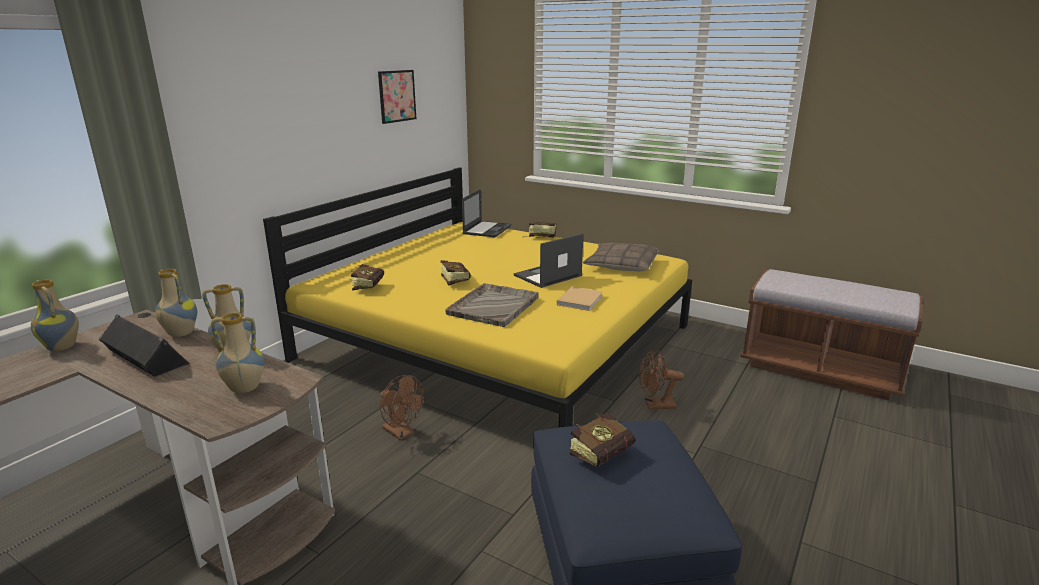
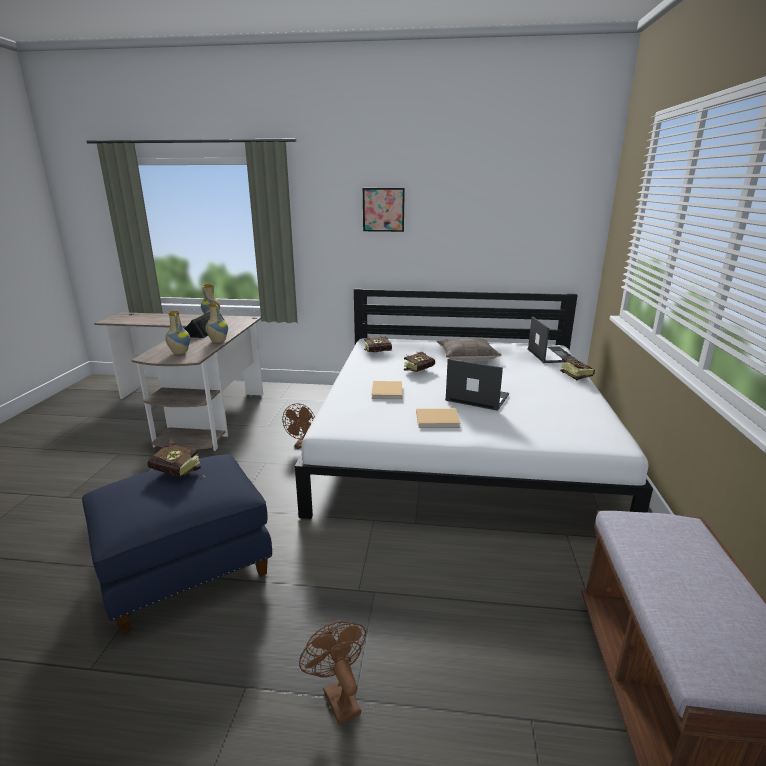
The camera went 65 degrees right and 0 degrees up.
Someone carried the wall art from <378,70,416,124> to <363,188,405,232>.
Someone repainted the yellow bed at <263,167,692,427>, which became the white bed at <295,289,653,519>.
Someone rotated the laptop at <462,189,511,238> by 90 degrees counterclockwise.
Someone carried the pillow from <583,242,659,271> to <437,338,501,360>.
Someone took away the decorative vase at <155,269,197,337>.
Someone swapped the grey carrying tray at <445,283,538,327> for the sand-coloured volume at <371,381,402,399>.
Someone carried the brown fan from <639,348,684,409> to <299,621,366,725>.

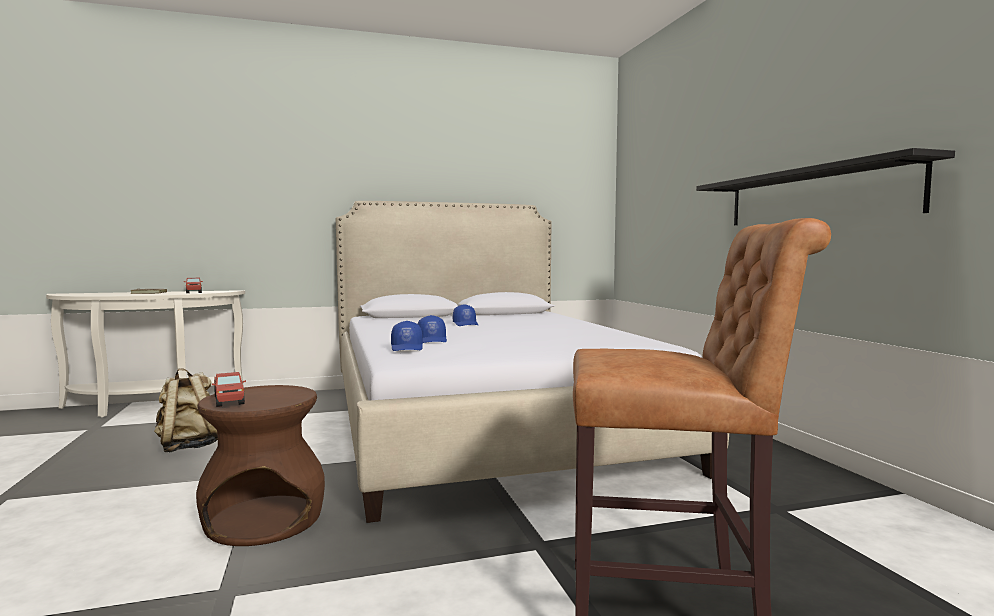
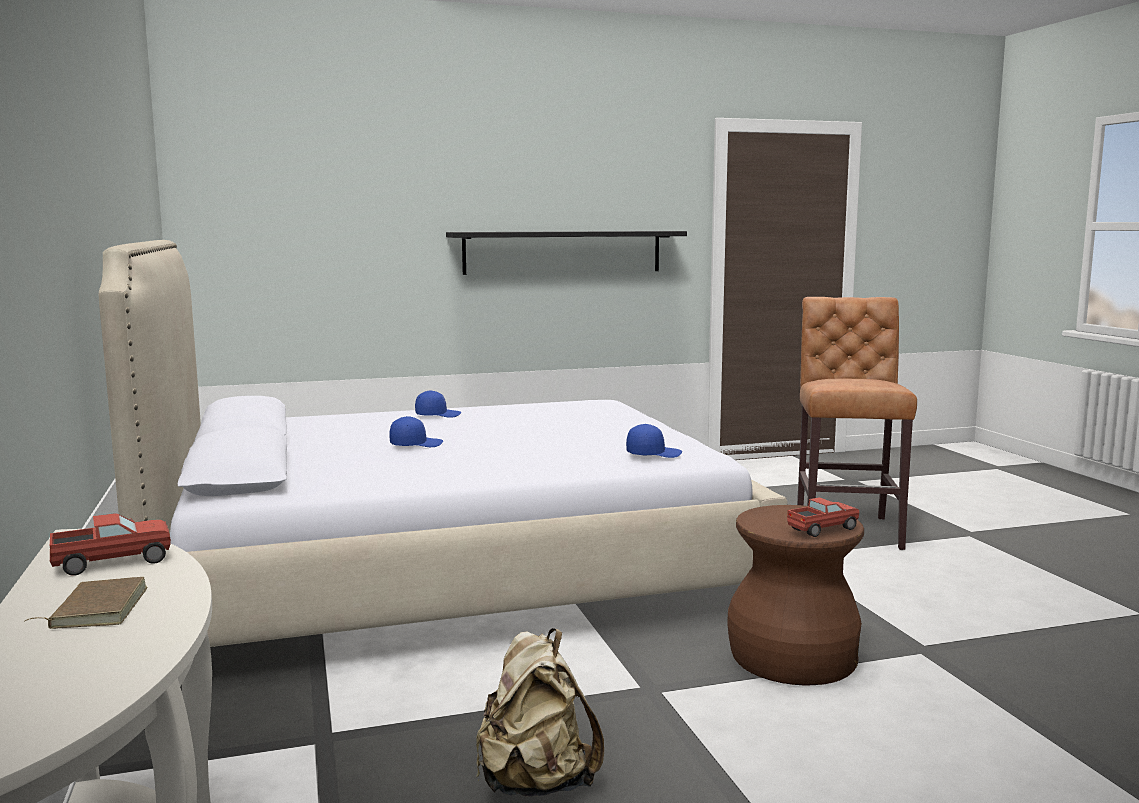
The camera went 90 degrees left and 5 degrees up.
Someone carried the blue peaked cap from <418,315,447,343> to <415,390,461,418>.

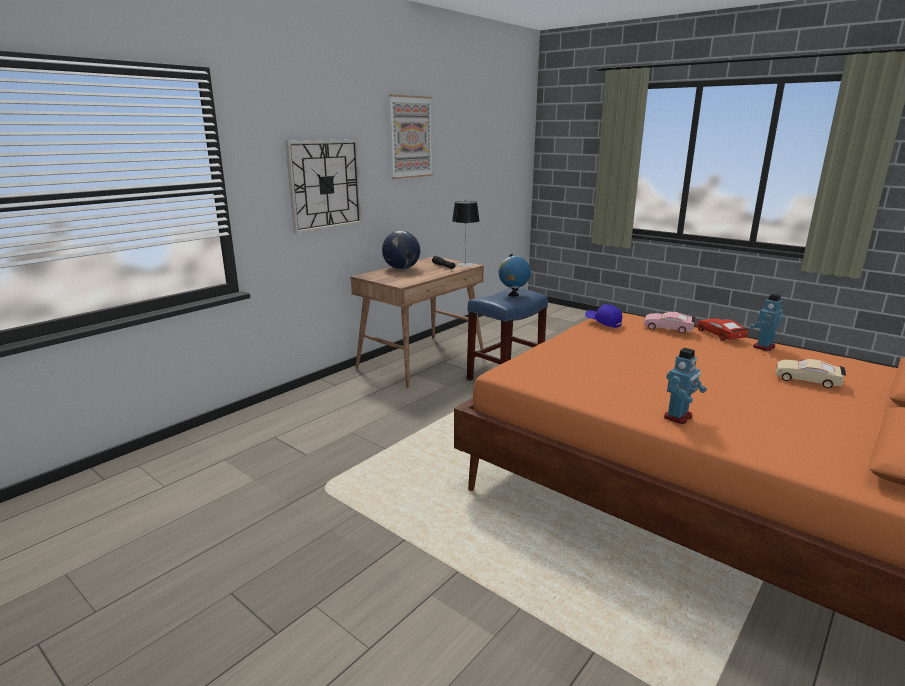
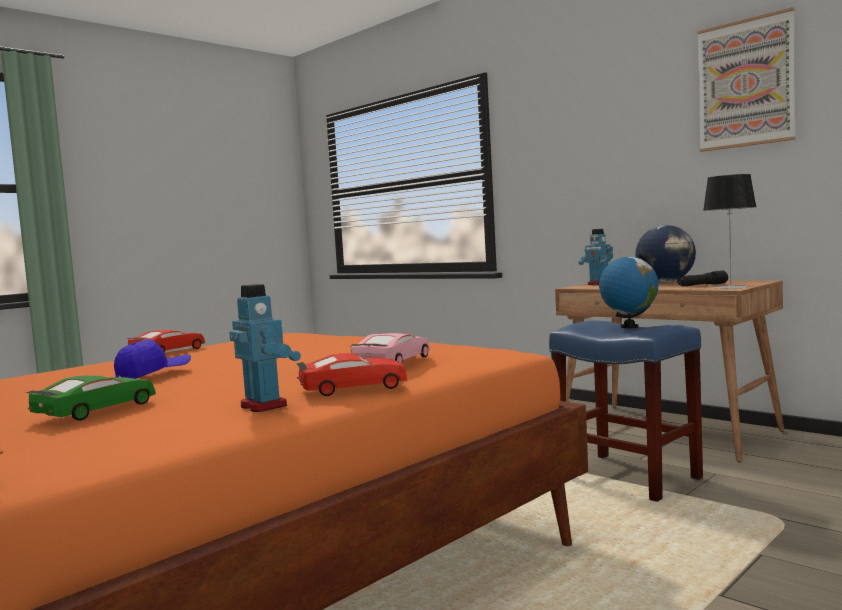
The camera went 95 degrees right and 15 degrees down.
Someone took away the clock on the wall at <285,139,362,234>.
Someone carried the blue peaked cap from <585,304,622,328> to <114,339,191,379>.
Someone carried the robot figure from <664,348,707,424> to <578,229,613,285>.
Someone repainted the sand-coloured miniature car at <776,359,846,388>, which became the greenish miniature car at <26,375,156,421>.
Someone put down the red-coloured miniature car at <127,330,205,353>.

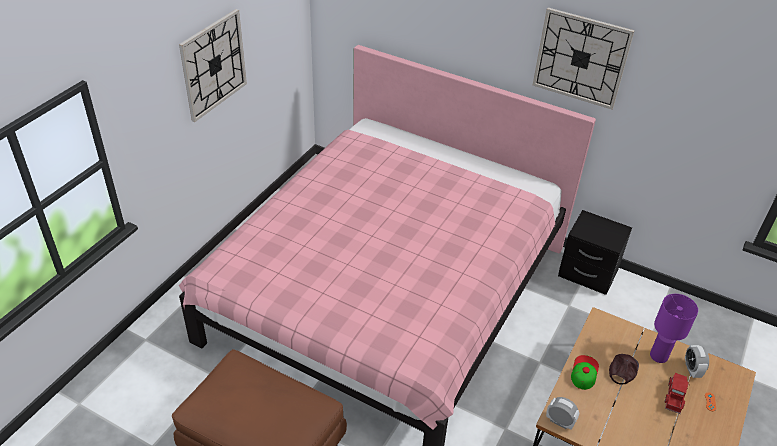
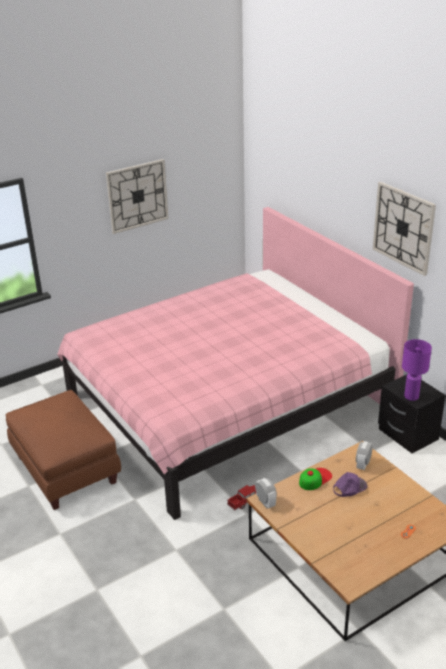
The camera went 30 degrees right and 10 degrees down.
Someone carried the purple tabletop lamp from <650,294,698,363> to <402,339,432,401>.
Someone carried the table clock from <685,345,709,378> to <356,441,373,470>.
Someone repainted the brown peaked cap at <609,354,639,385>, which became the purple peaked cap at <333,472,367,497>.
Someone carried the model truck from <664,373,690,414> to <227,485,256,510>.

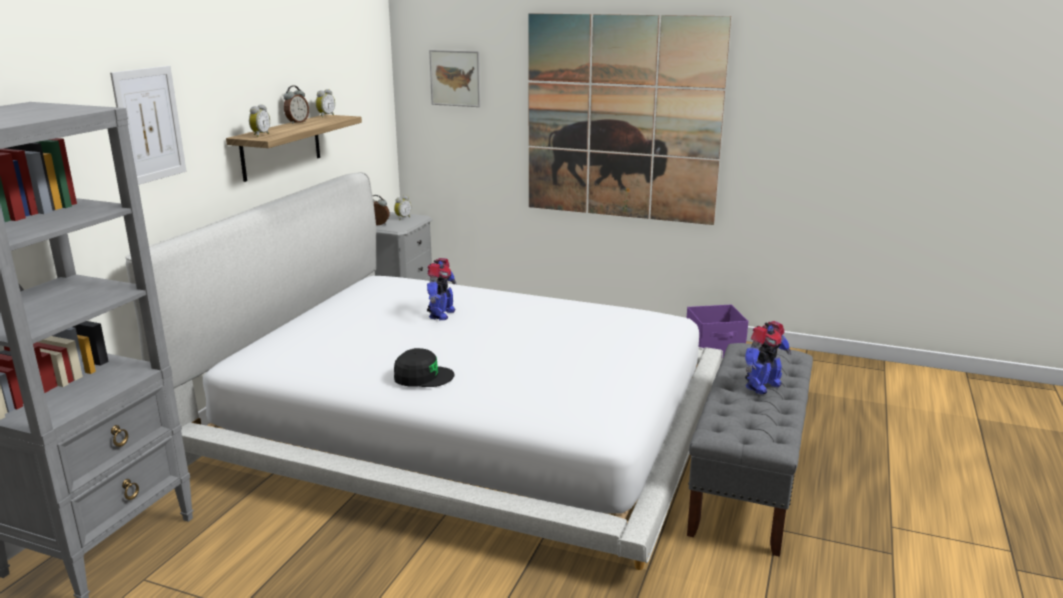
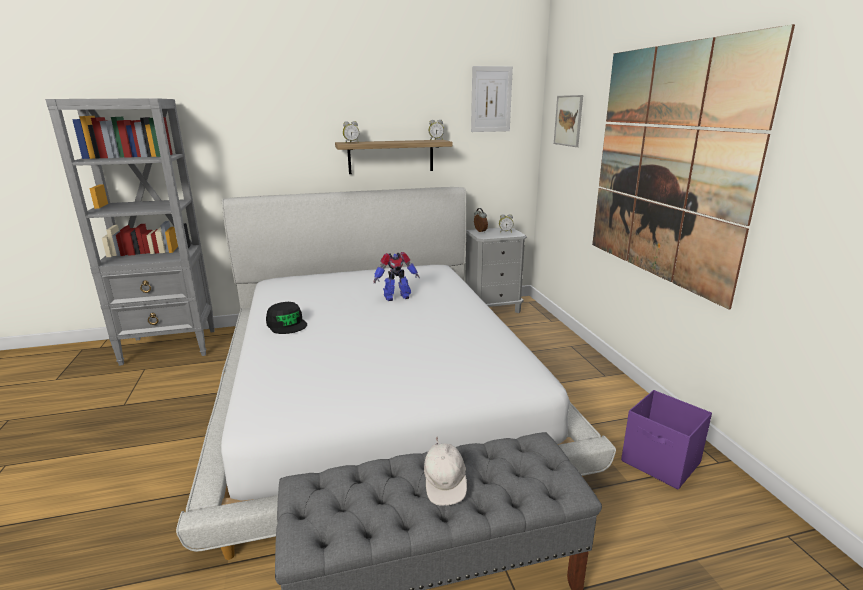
The camera went 55 degrees right and 0 degrees up.
Someone carried the wall art from <110,66,187,185> to <471,66,513,132>.
Someone took away the table clock at <283,86,309,124>.
Someone swapped the robot figure at <745,321,791,395> for the white peaked cap at <424,437,467,506>.

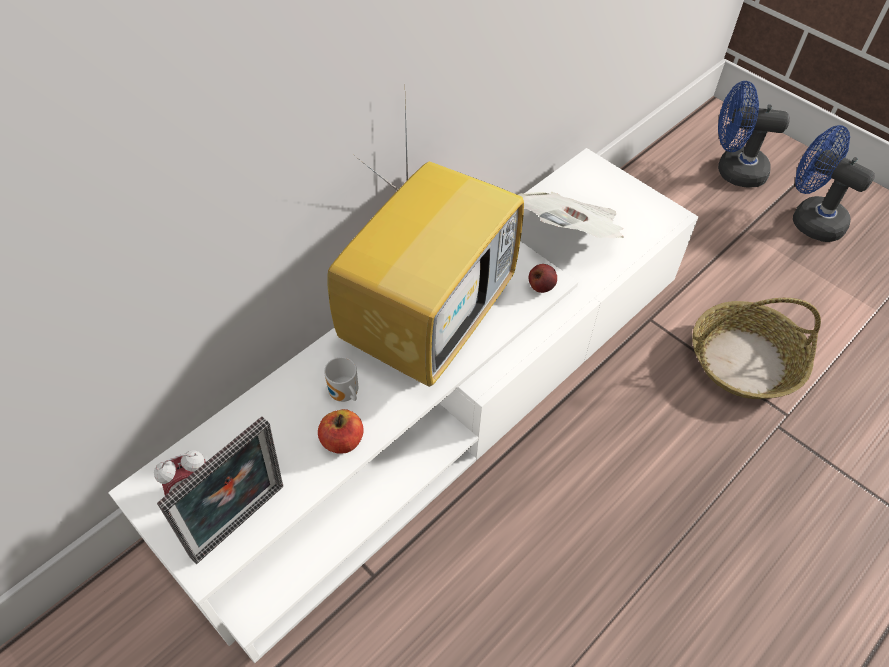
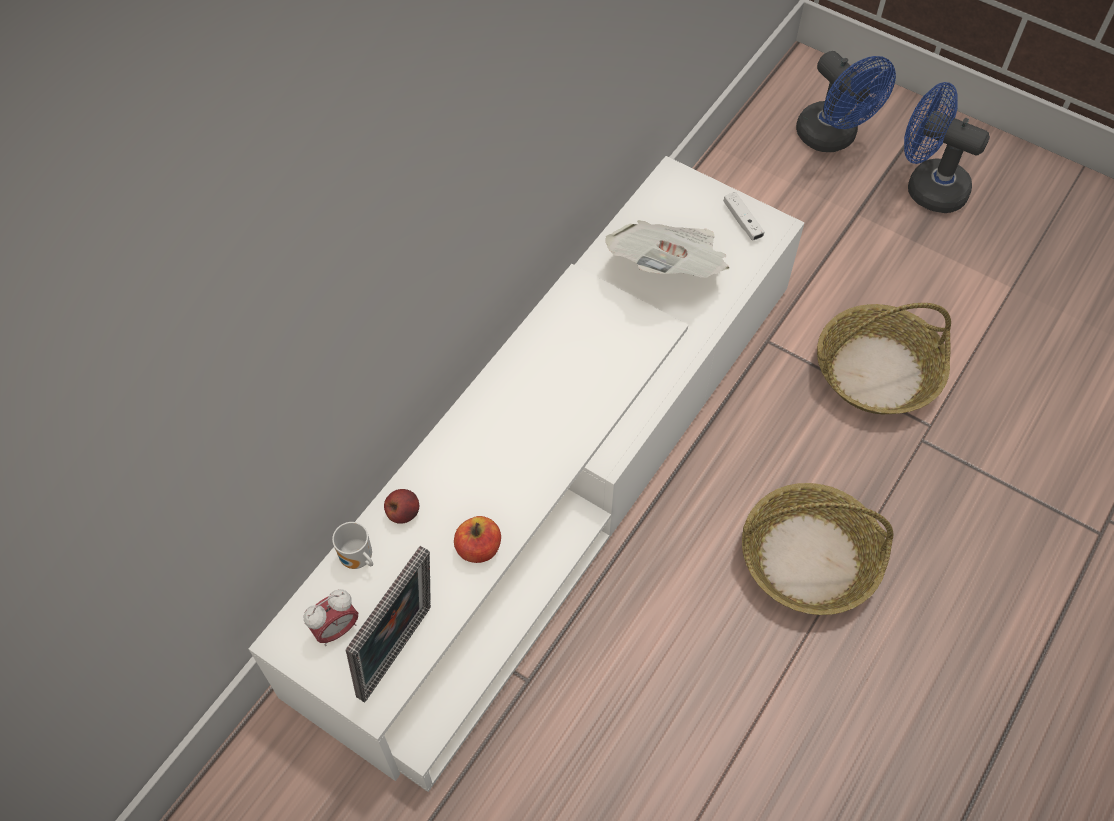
The camera went 10 degrees left and 5 degrees up.
Someone rotated the blue fan at <718,81,790,188> by 120 degrees counterclockwise.
Someone took away the TV set at <327,98,524,387>.
Someone carried the apple from <529,264,557,293> to <384,489,419,524>.
Someone carried the coffee mug from <324,357,358,402> to <332,522,373,569>.
Someone put down the white game controller at <724,192,764,240>.
Someone put down the storage basket at <742,483,893,615>.

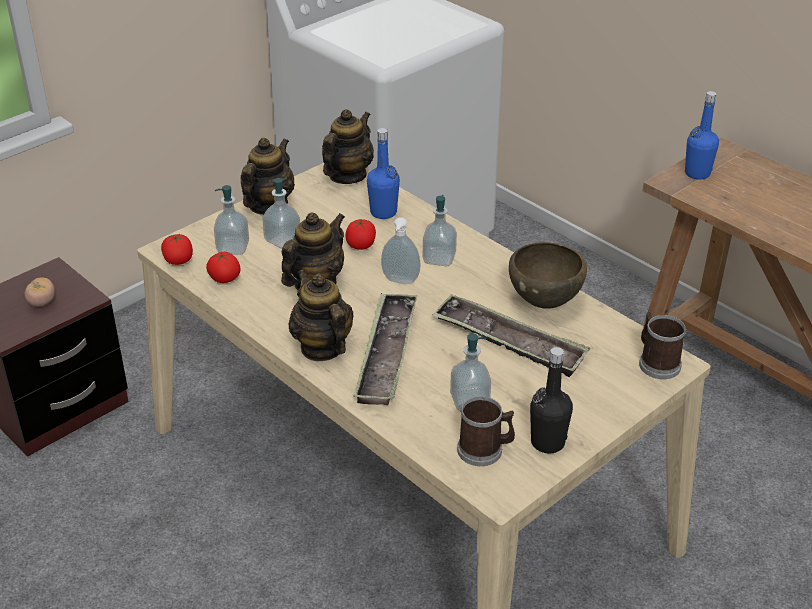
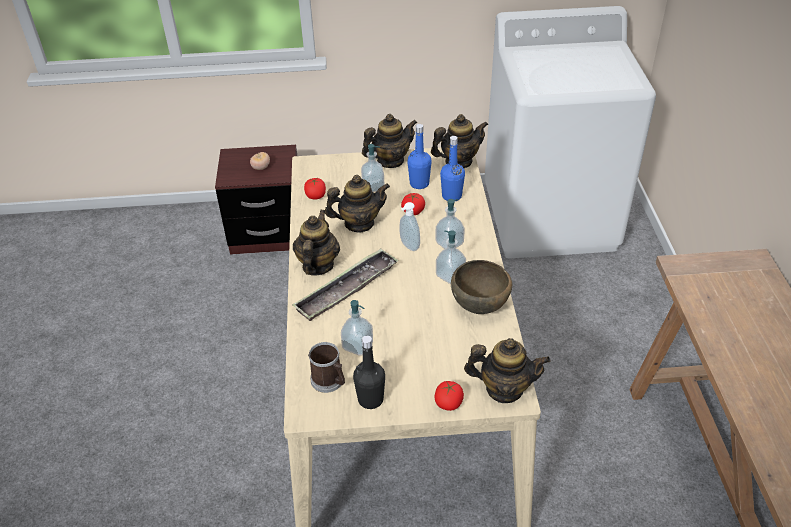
The camera went 40 degrees right and 5 degrees up.
Someone carried the blue beverage bottle from <685,91,719,180> to <407,124,432,189>.
Someone carried the liquid soap bottle from <214,185,249,255> to <436,230,466,284>.
Someone carried the fresh tomato from <161,234,193,265> to <434,381,464,411>.
Someone took away the carrying tray at <432,294,590,377>.
Someone swapped the coffee mug at <639,312,686,379> for the pot for tea at <464,338,551,403>.

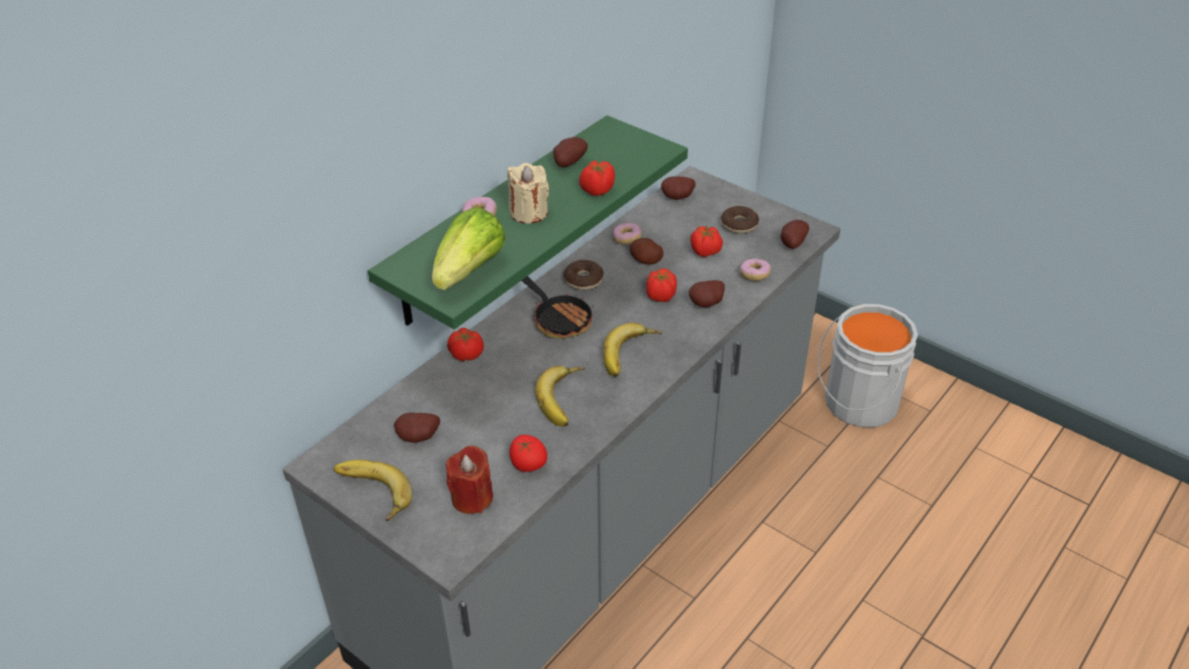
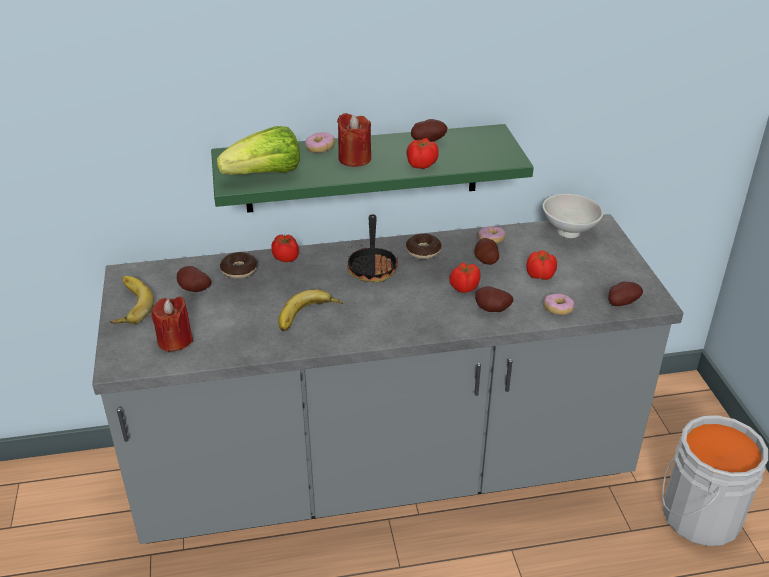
The camera went 40 degrees right and 5 degrees down.
Someone repainted the sand-coloured wax light at <507,163,549,224>, which became the red-coloured wax light at <337,113,371,167>.
Someone swapped the spud at <661,176,695,200> for the white deep dish at <543,194,603,238>.
Someone carried the doughnut from <721,206,759,234> to <220,252,257,279>.
Someone took away the banana at <603,323,662,377>.
Someone took away the fresh tomato at <509,435,547,472>.

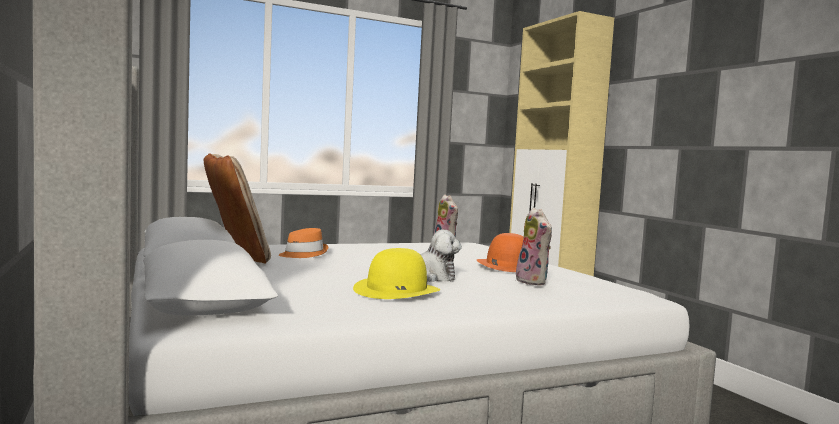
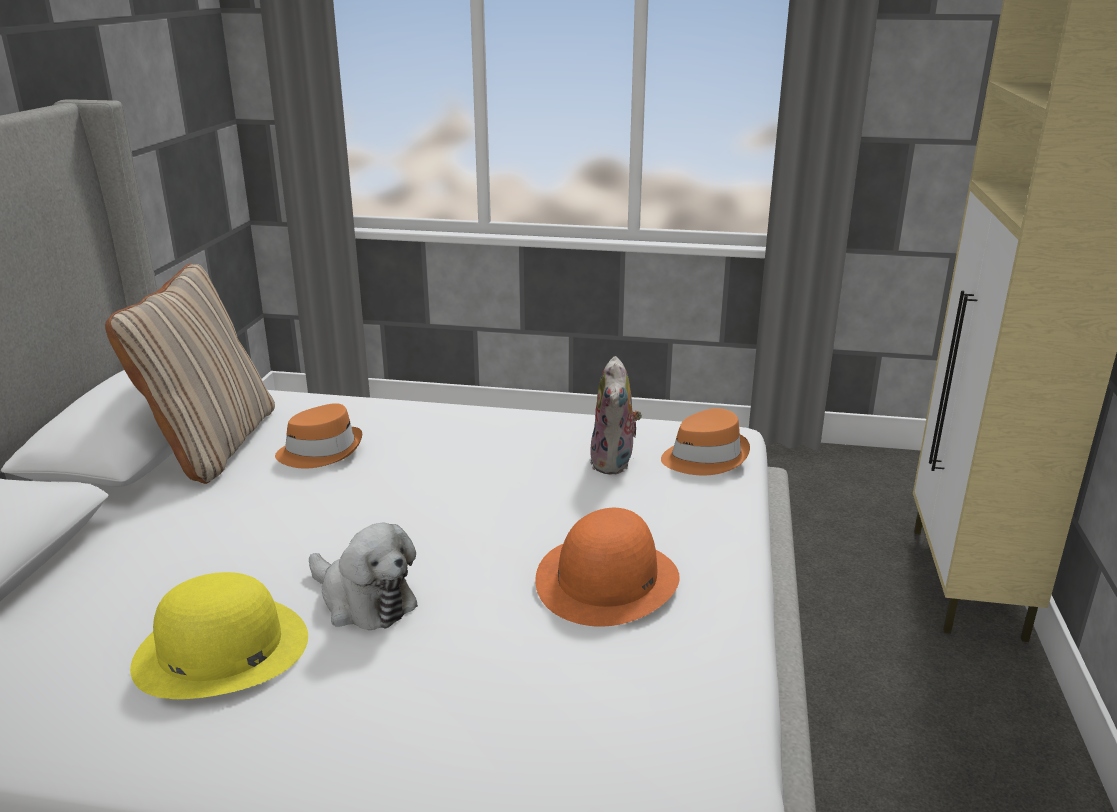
The camera went 35 degrees right and 20 degrees up.
Someone took away the plush toy at <516,208,552,285>.
Someone put down the orange clothing hat at <661,408,750,476>.

